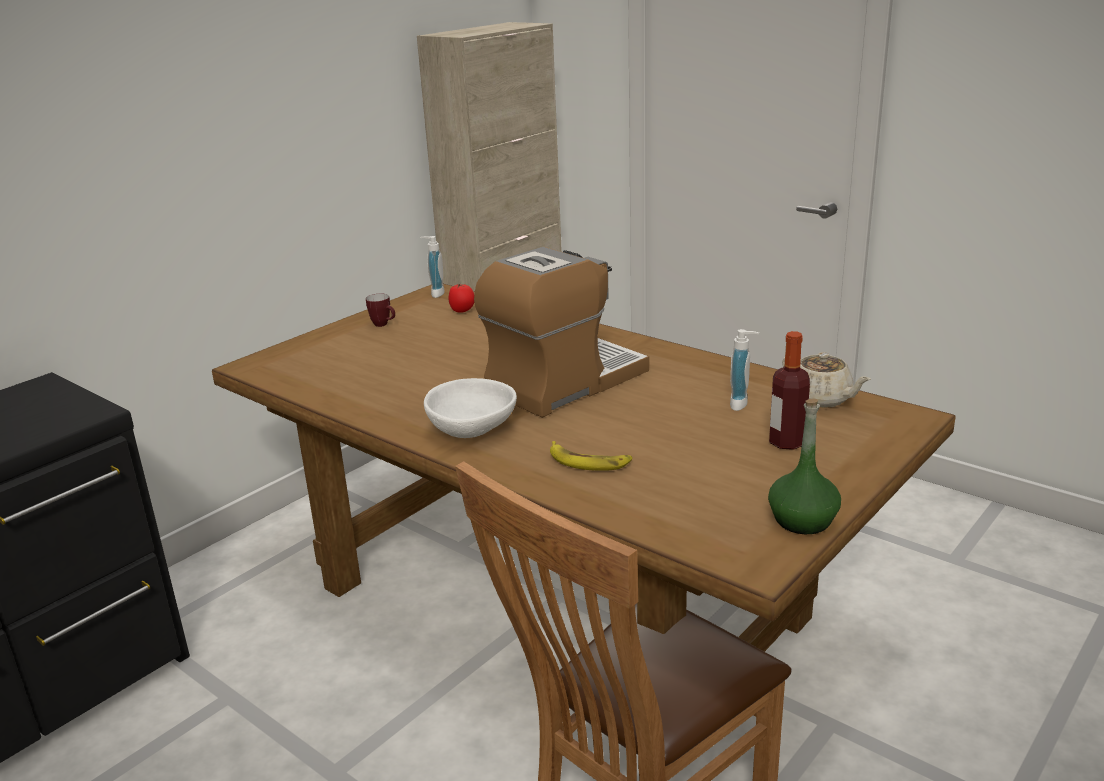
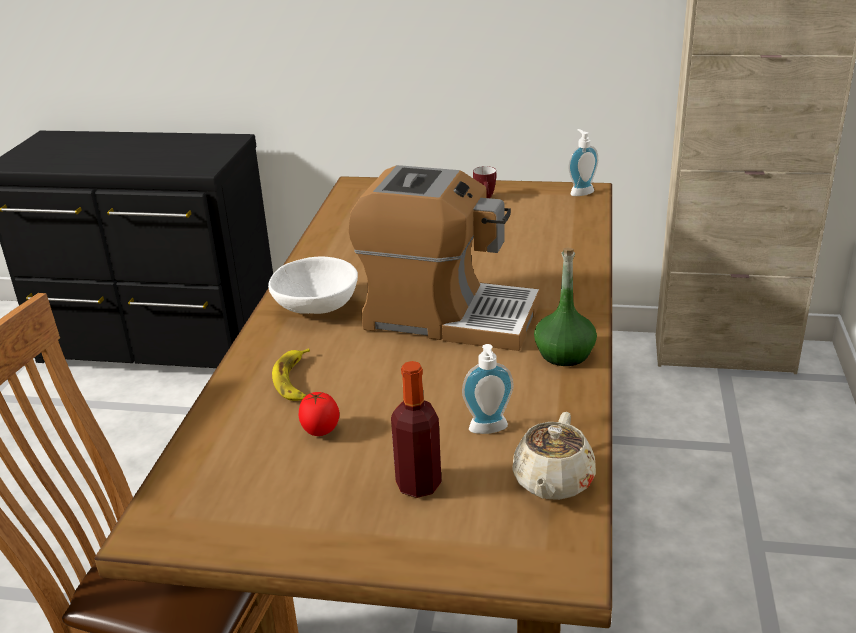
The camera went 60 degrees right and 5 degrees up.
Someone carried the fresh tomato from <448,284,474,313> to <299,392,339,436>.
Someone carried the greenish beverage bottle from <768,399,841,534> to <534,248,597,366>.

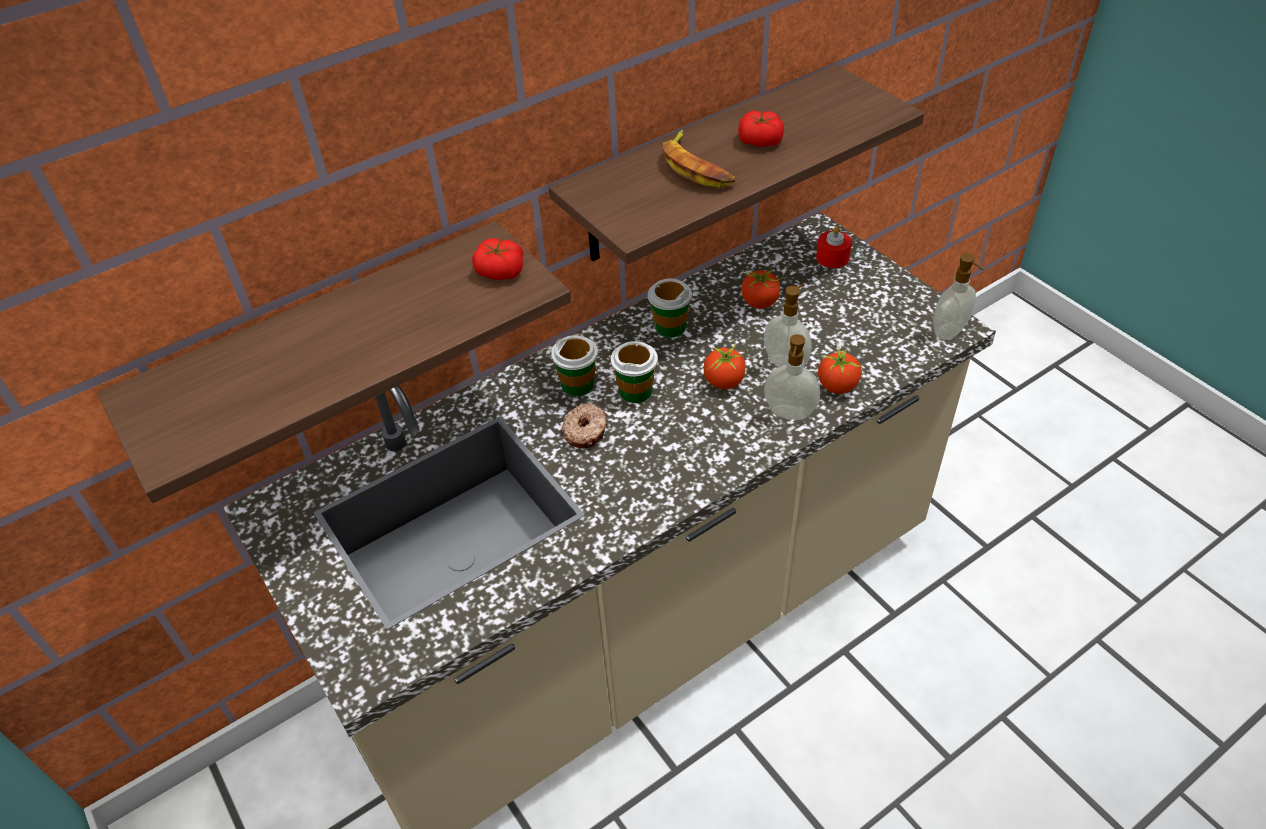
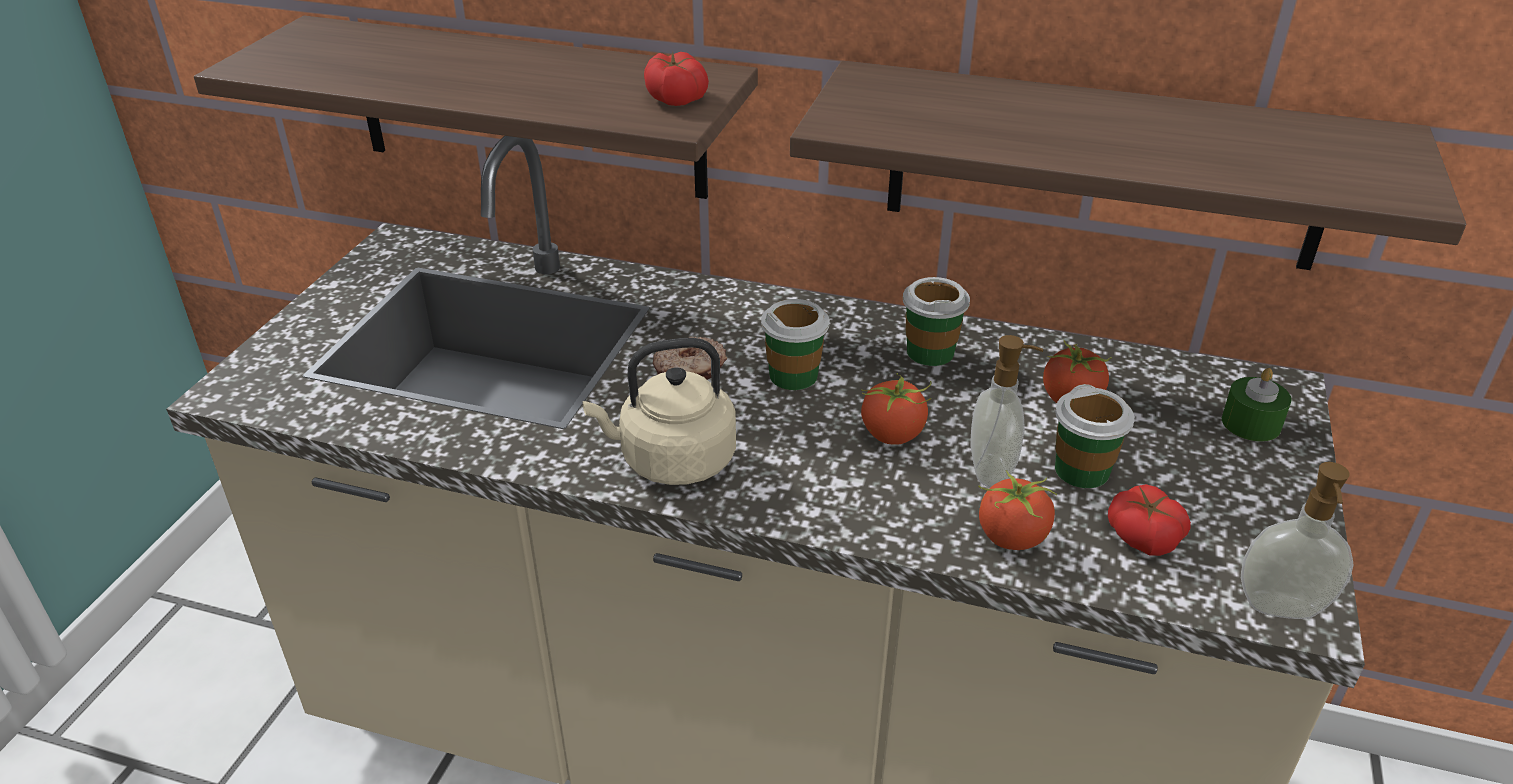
The camera went 50 degrees right and 10 degrees down.
Someone carried the fresh tomato from <738,111,784,147> to <1108,484,1191,556>.
Someone took away the banana at <663,130,735,188>.
Someone repainted the red-coloured wax light at <816,226,852,268>, which became the greenish wax light at <1222,368,1292,442>.
Someone took away the liquid soap bottle at <764,334,820,420>.
Someone carried the small cup from <551,335,598,396> to <1055,384,1135,488>.
Someone put down the sand-coloured kettle at <582,338,736,485>.

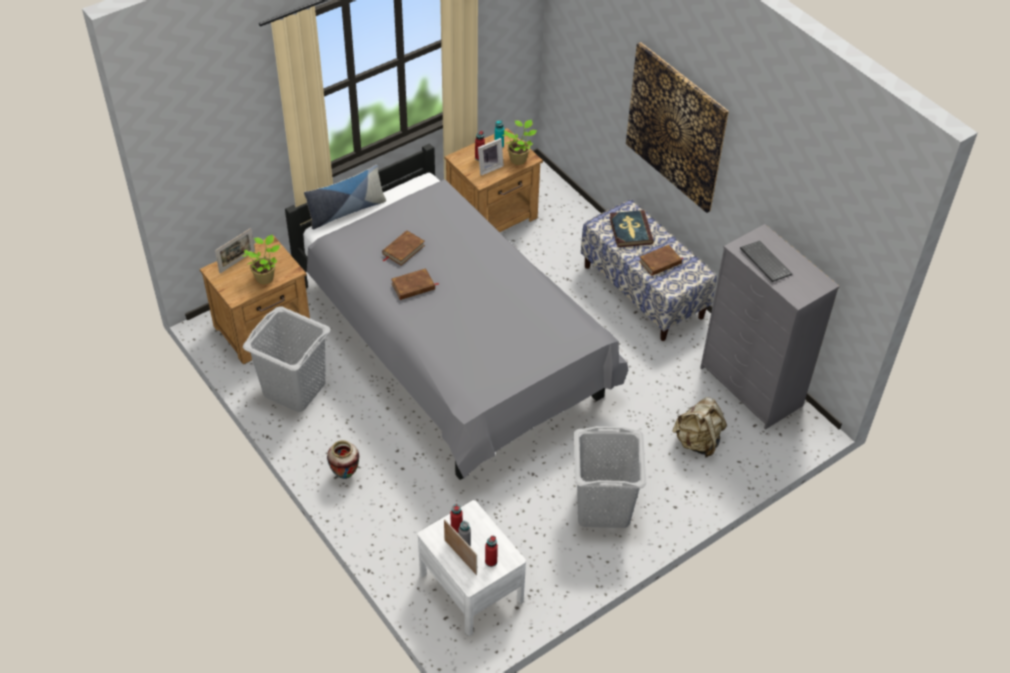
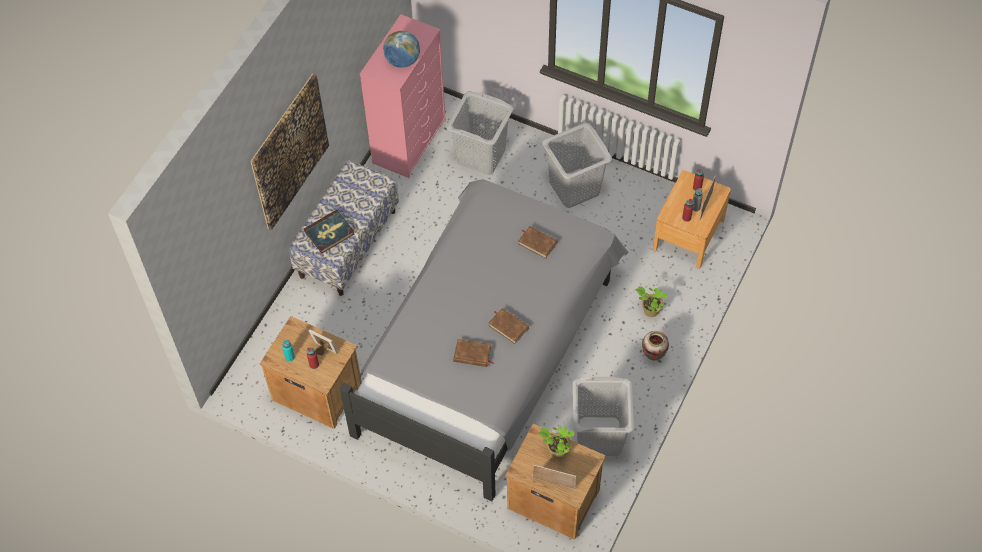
The camera went 115 degrees left and 10 degrees up.
Someone carried the plant in a pot from <502,120,537,165> to <636,286,668,317>.
Someone took away the pillow at <304,165,386,229>.
Someone repainted the grey chest of drawers at <700,224,839,430>, which became the pinkish chest of drawers at <360,14,446,178>.
Someone swapped the PC keyboard at <740,241,792,282> for the globe at <383,31,420,68>.
Someone carried the brown volume from <639,245,684,276> to <519,226,558,259>.
Someone swapped the sand-coloured rucksack at <672,397,727,457> for the grey washing basket at <447,91,513,175>.
Someone repainted the white bedside table at <418,500,526,636>, which became the brown bedside table at <653,170,731,269>.

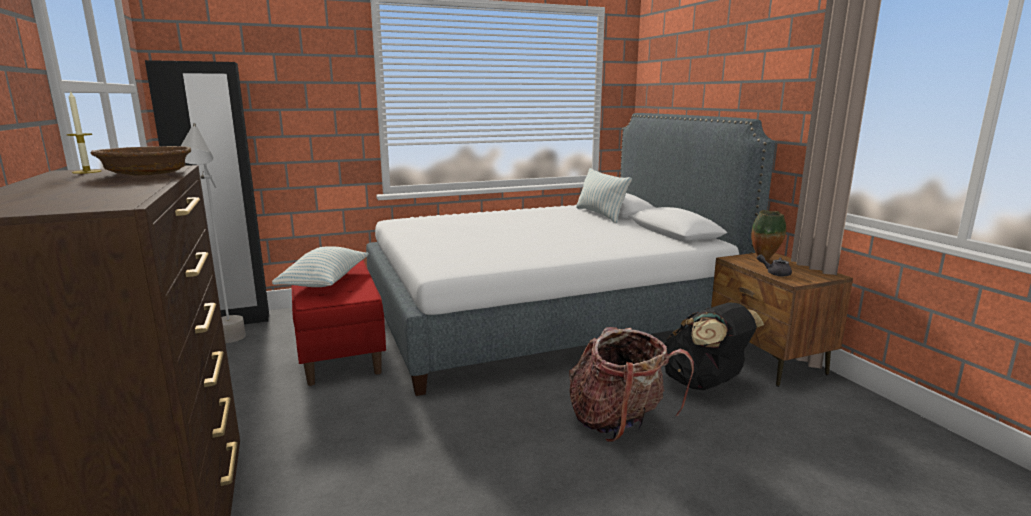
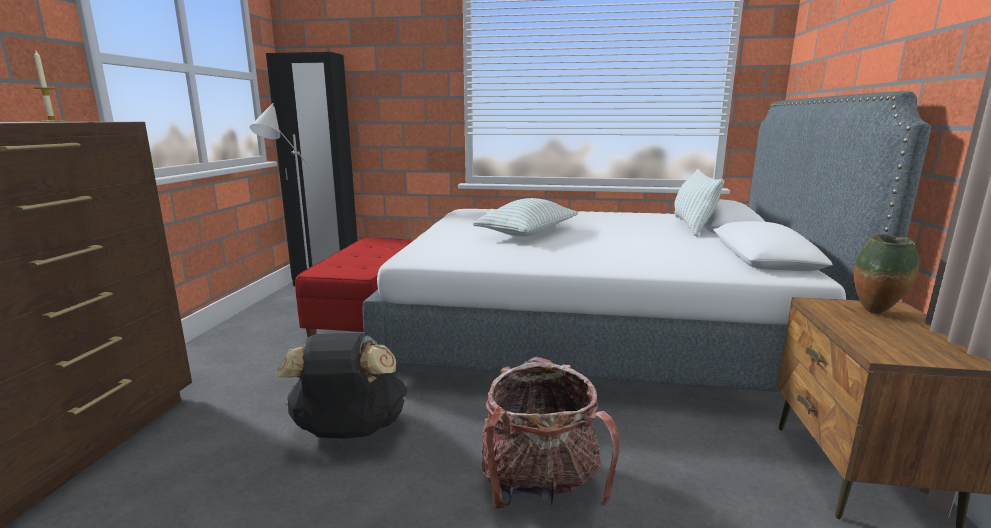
The camera went 30 degrees right and 0 degrees up.
Someone took away the brown deep dish at <91,146,191,176>.
Someone carried the pillow from <272,246,369,287> to <473,198,578,237>.
Someone took away the grey pot for tea at <757,254,792,276>.
Someone carried the black rucksack from <665,302,764,390> to <276,333,407,438>.

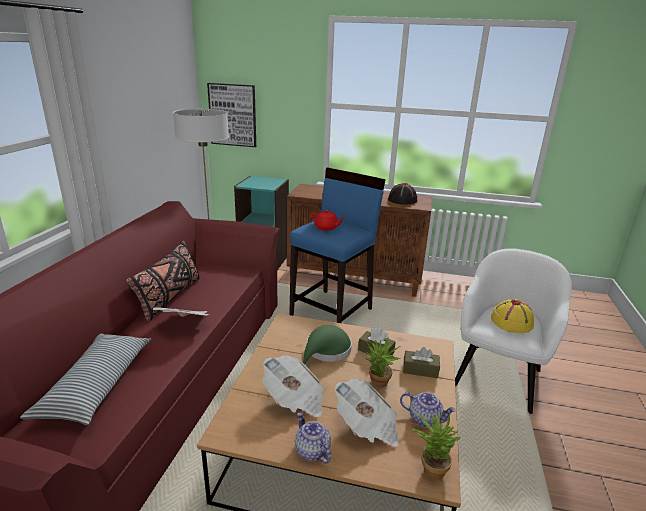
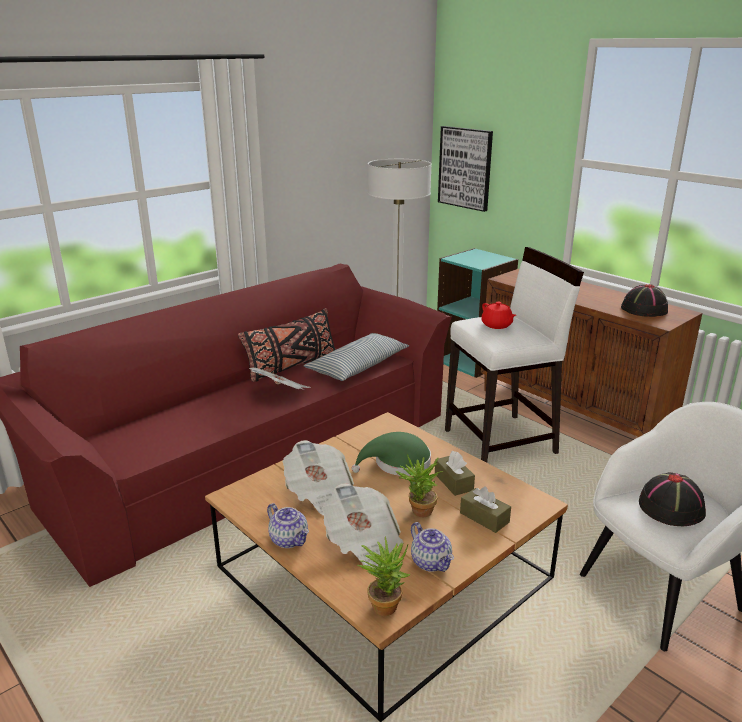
The camera went 35 degrees right and 0 degrees up.
Someone repainted the blue stool at <289,168,386,323>, which became the white stool at <445,247,584,463>.
Someone repainted the yellow clothing hat at <491,299,534,333>, which became the black clothing hat at <639,472,706,526>.
Someone carried the pillow from <20,334,151,425> to <304,333,409,381>.
Someone rotated the pot for tea at <295,412,331,464> by 135 degrees clockwise.

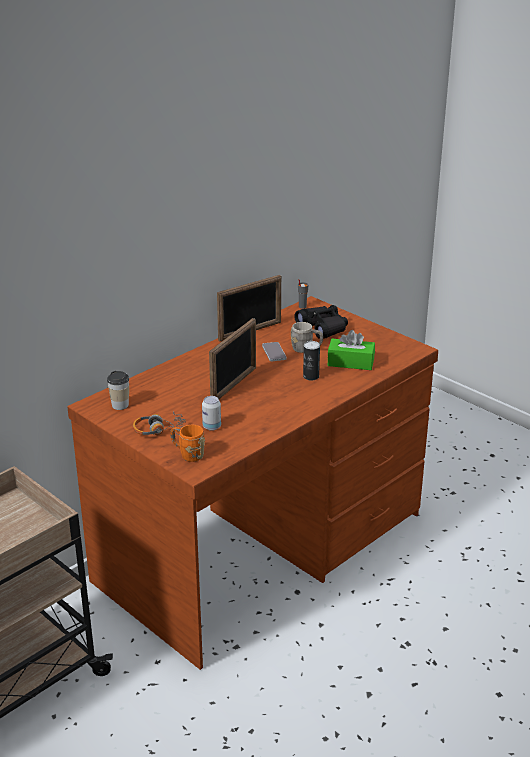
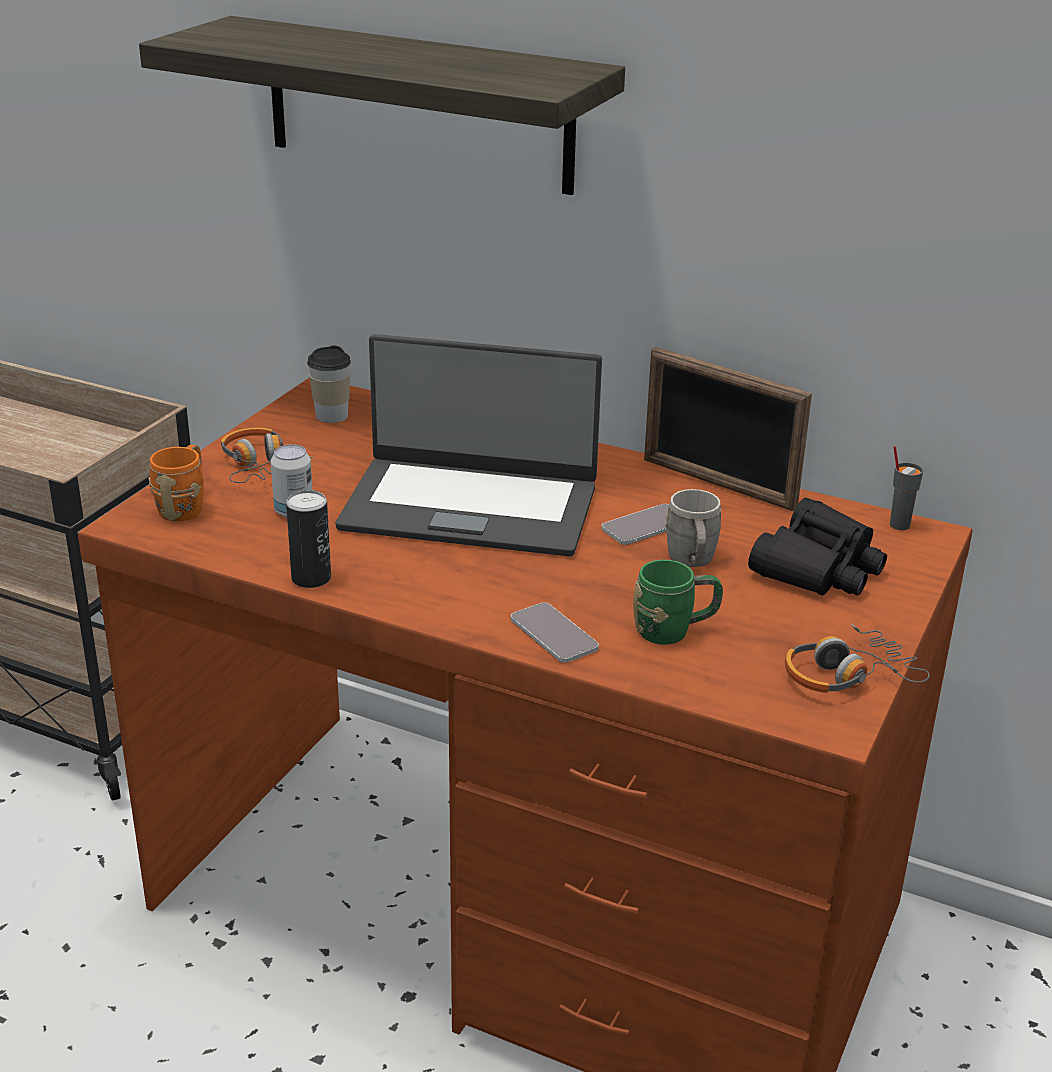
The camera went 70 degrees right and 0 degrees up.
Someone swapped the picture frame at <209,318,256,399> for the laptop at <335,334,602,556>.
Someone swapped the greenish box of tissues at <328,330,375,370> for the greenish coffee mug at <633,560,723,645>.
Someone carried the can from <303,341,320,380> to <286,490,331,588>.
Someone put up the shelf at <139,16,625,195>.
Someone put down the phone at <511,602,599,663>.
Someone put down the headset at <785,624,930,693>.

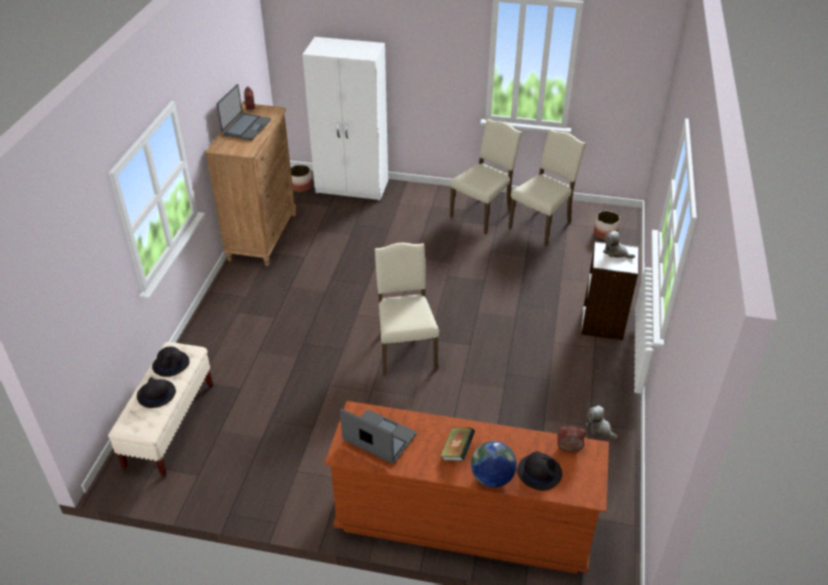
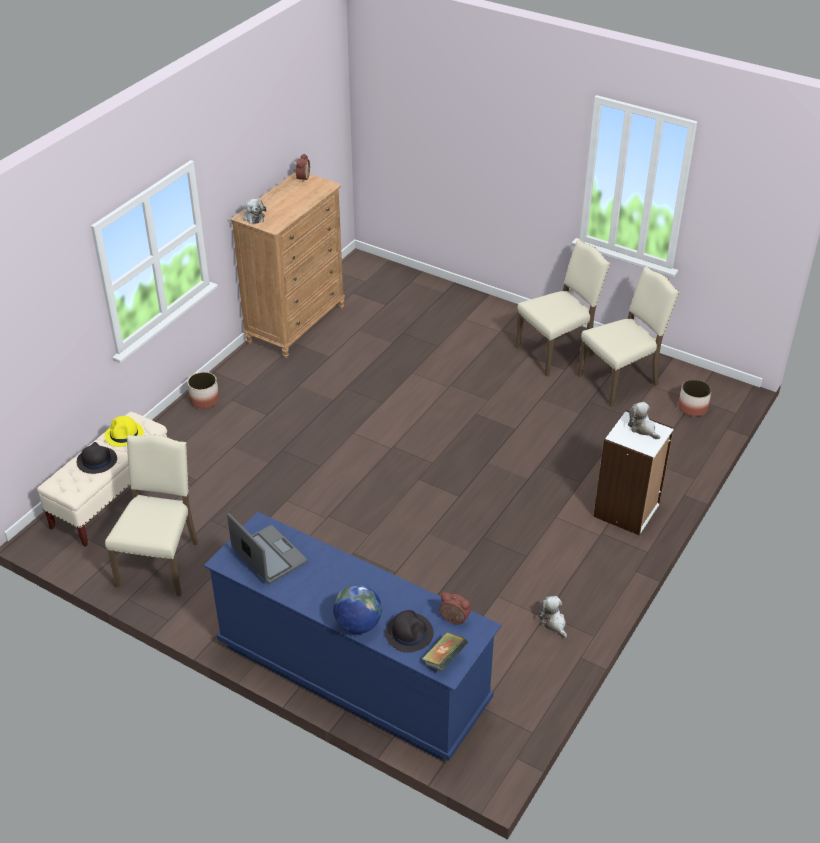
The camera went 20 degrees right and 0 degrees up.
Someone took away the white armoire at <302,37,388,201>.
Someone took away the laptop at <217,84,271,141>.
Someone carried the planter from <291,165,312,192> to <187,372,219,409>.
Someone carried the sand-coloured chair from <375,242,439,376> to <105,434,198,596>.
Someone repainted the black clothing hat at <152,347,190,377>, which became the yellow clothing hat at <104,416,144,447>.
Someone repainted the brown chest of drawers at <324,401,609,574>, which became the blue chest of drawers at <204,512,501,761>.
Someone carried the volume from <440,427,475,461> to <422,632,468,671>.
Someone put down the plush toy at <243,199,266,224>.

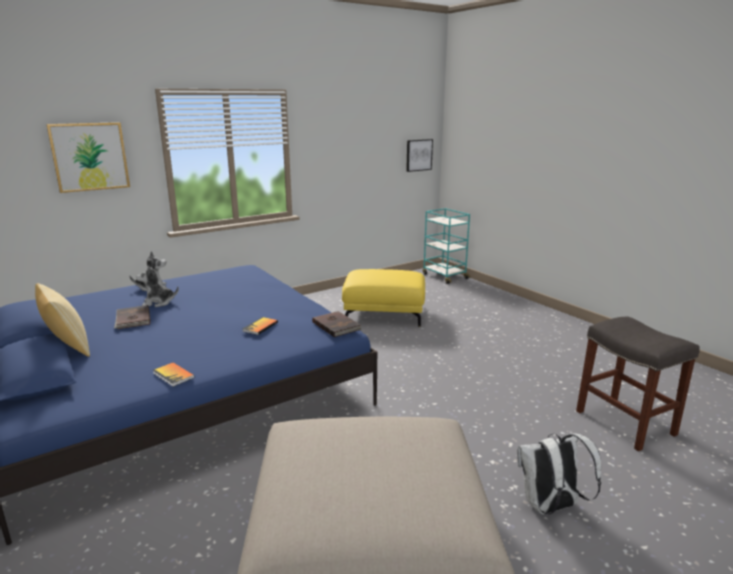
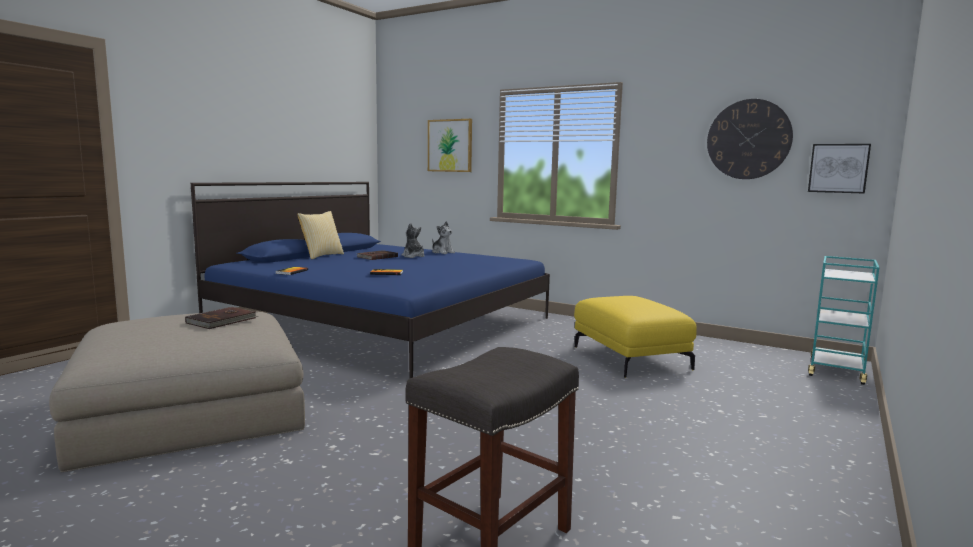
The camera went 65 degrees right and 10 degrees down.
Someone carried the brown volume from <312,311,362,337> to <185,307,259,329>.
Someone took away the white rucksack at <517,433,601,514>.
Someone put up the clock on the wall at <707,99,793,179>.

